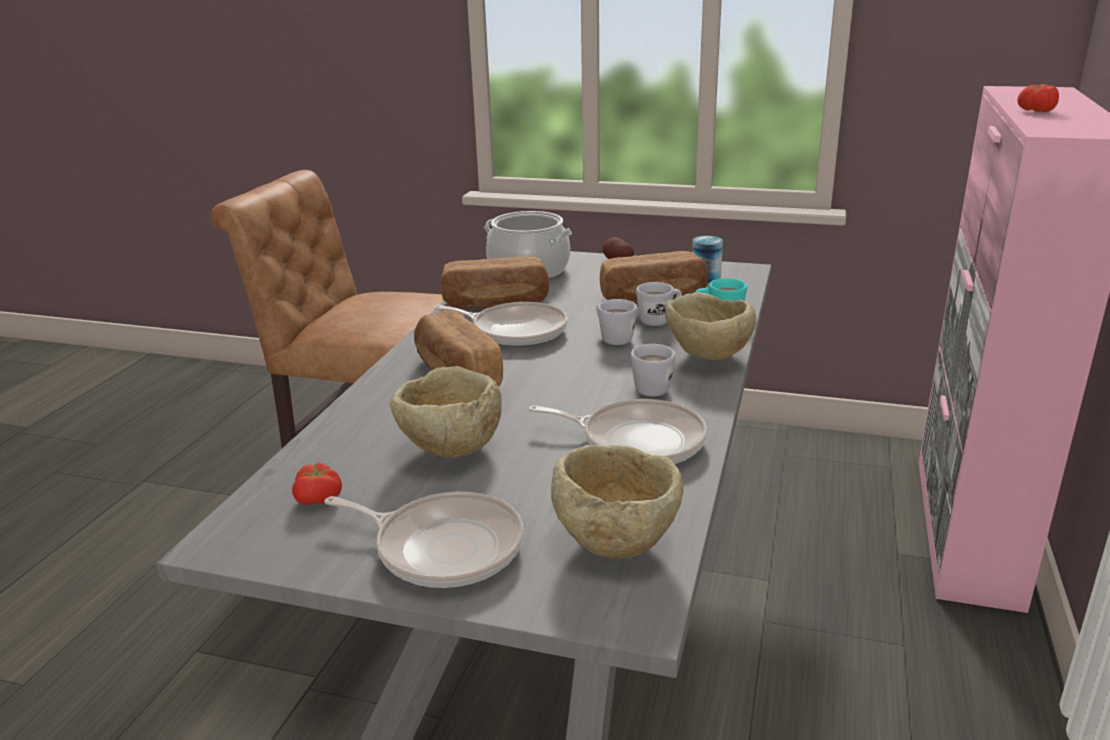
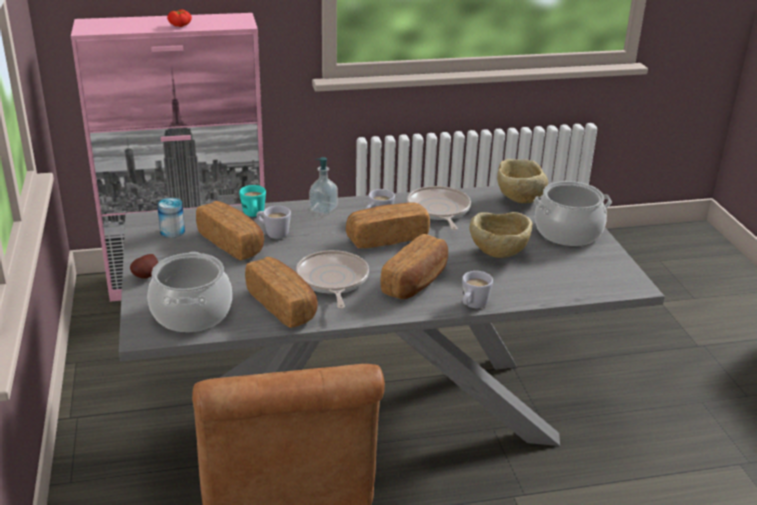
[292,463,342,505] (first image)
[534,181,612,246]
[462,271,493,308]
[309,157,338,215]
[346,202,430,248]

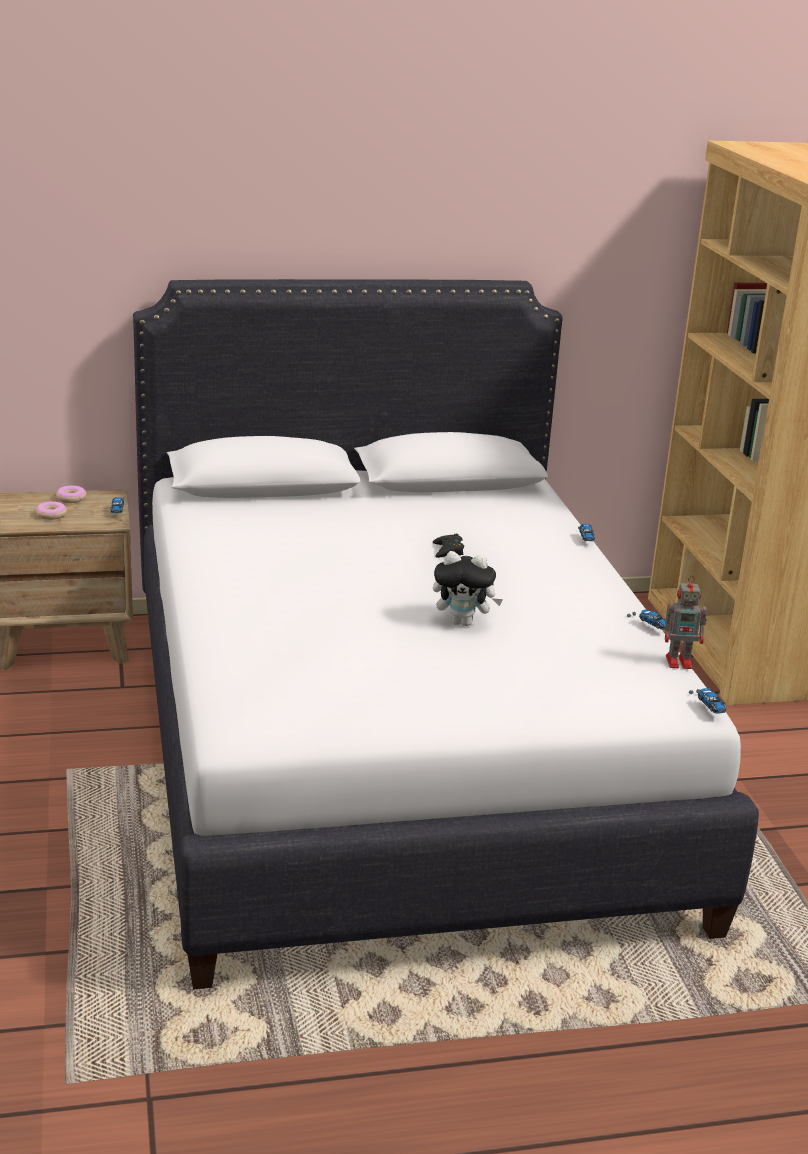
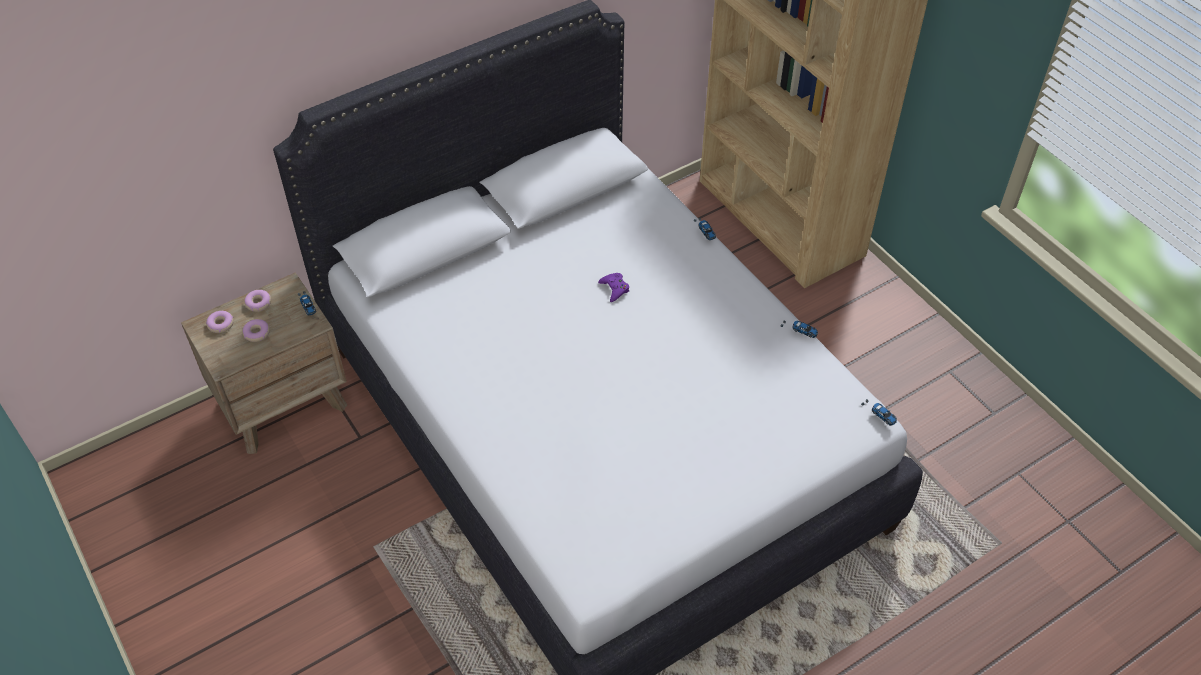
[598,273,629,302]
[433,551,503,626] (first image)
[665,576,707,669] (first image)
[206,311,234,333]

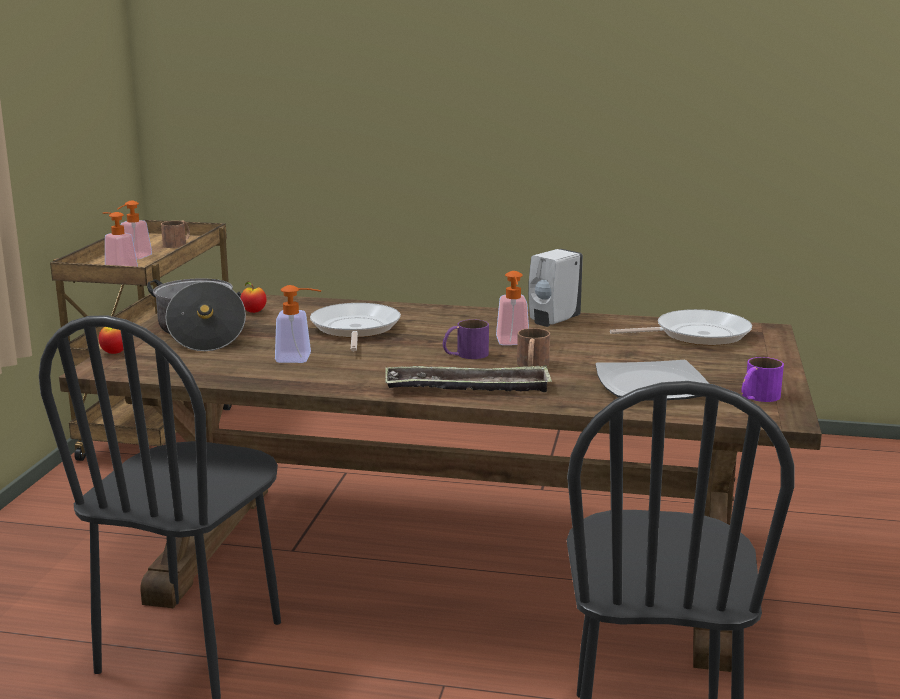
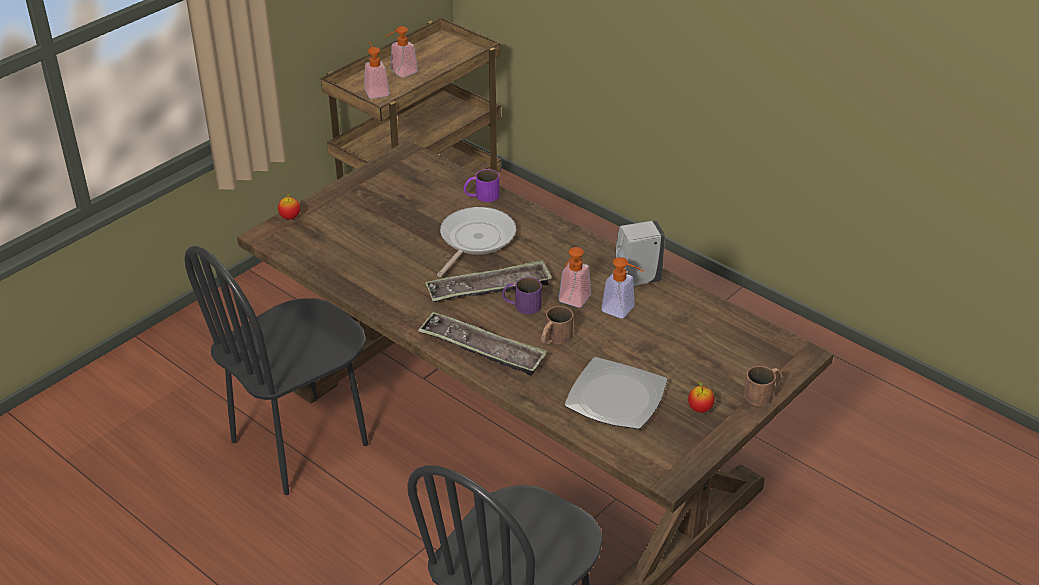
[147,278,246,351] (first image)
[744,366,783,406]
[688,382,715,413]
[601,257,644,319]
[610,309,752,345] (first image)
[464,169,500,202]
[425,260,552,302]

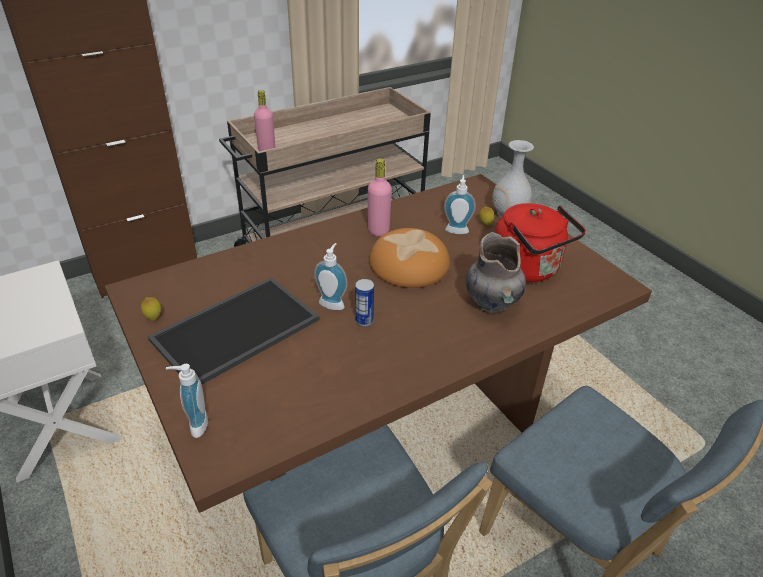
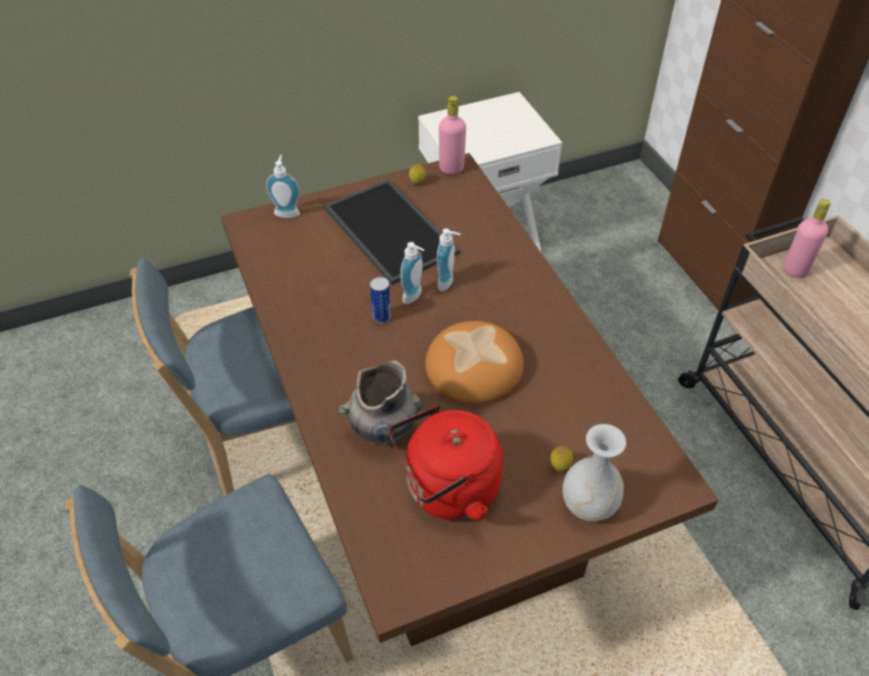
[439,96,466,175]
[437,229,461,291]

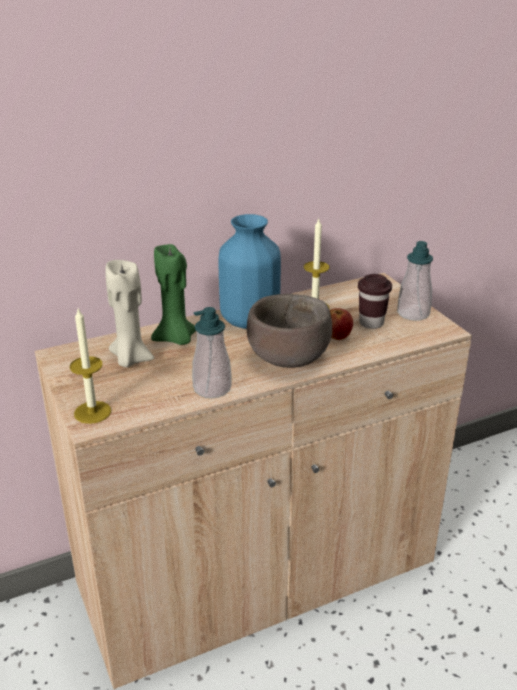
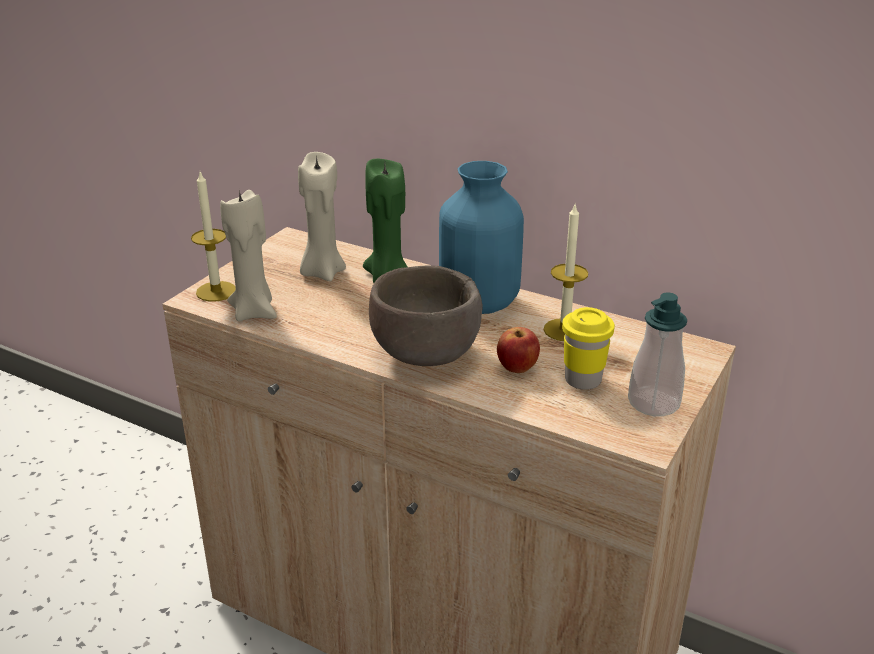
[192,307,232,398] (first image)
[562,307,615,390]
[220,190,277,321]

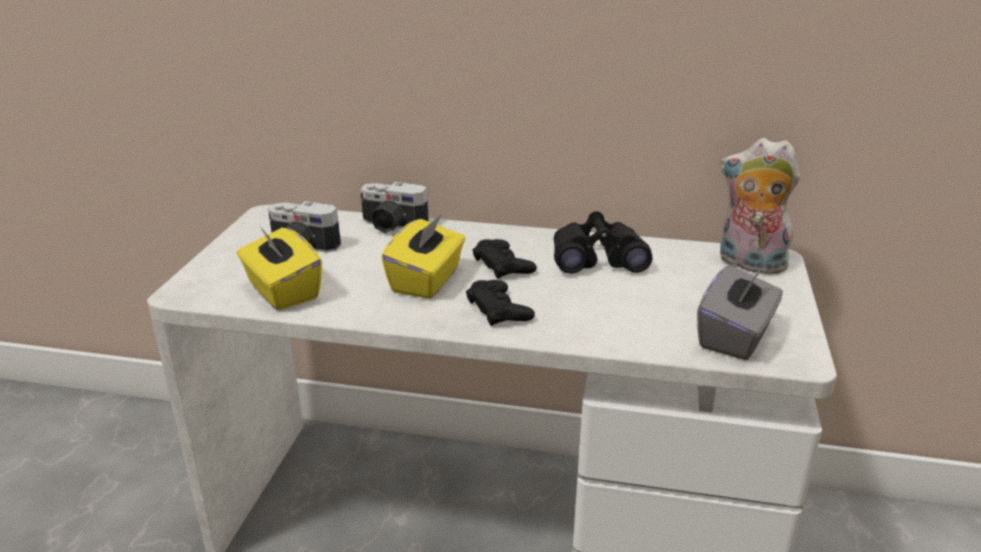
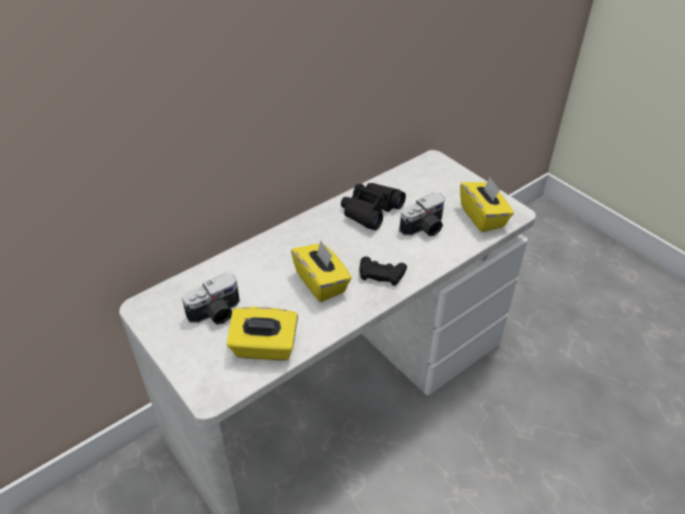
[399,193,445,236]
[472,239,537,279] (first image)
[460,177,514,232]
[720,138,800,274] (first image)

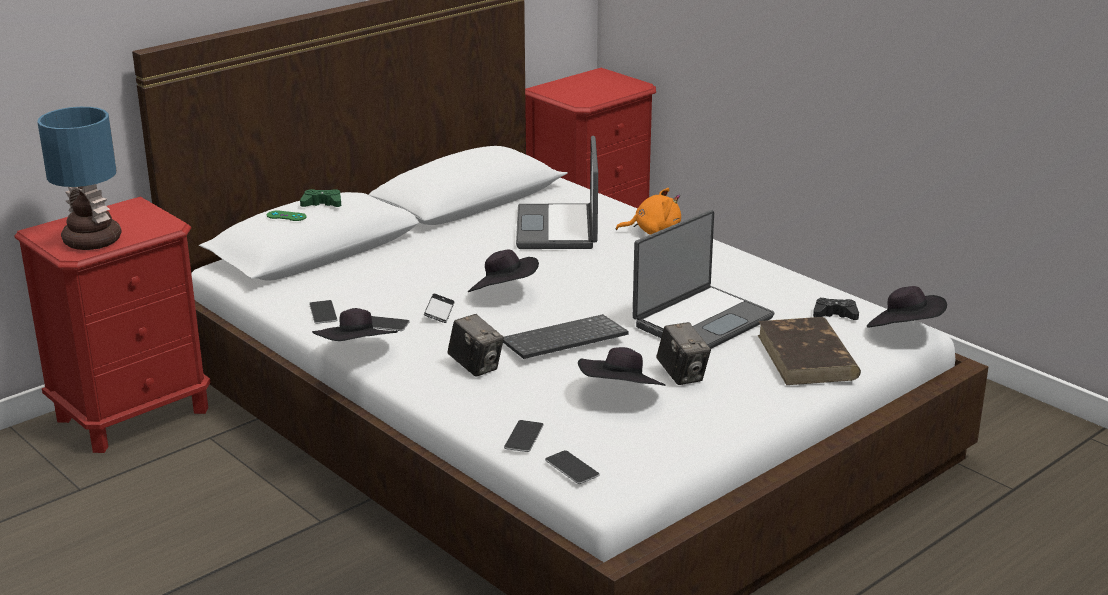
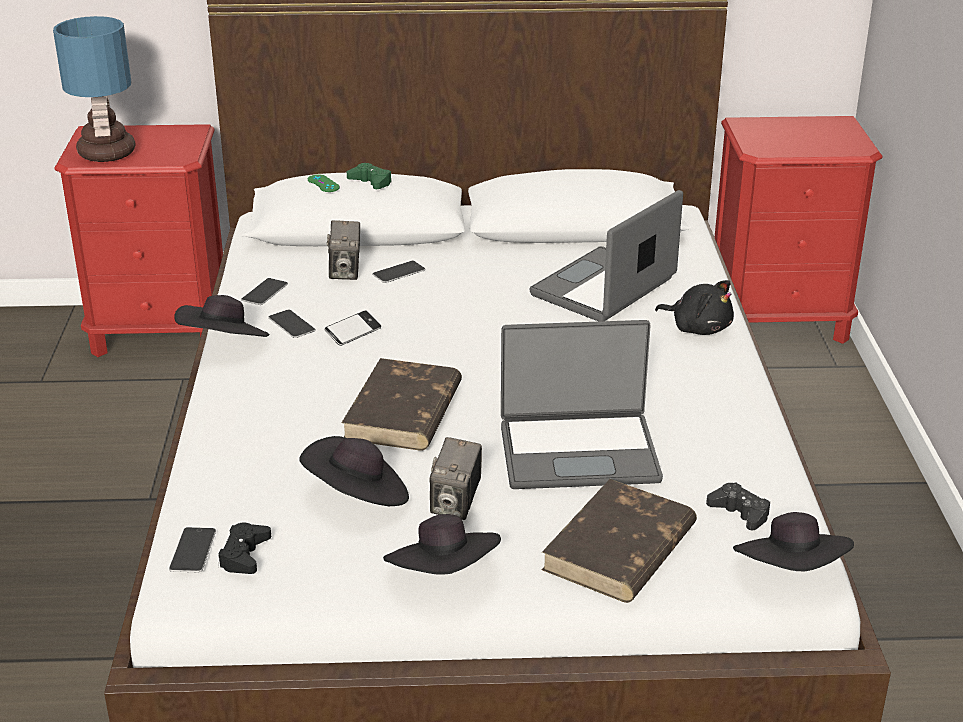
[327,220,360,280]
[383,514,501,575]
[342,358,462,451]
[372,261,426,283]
[655,280,734,335]
[218,523,271,574]

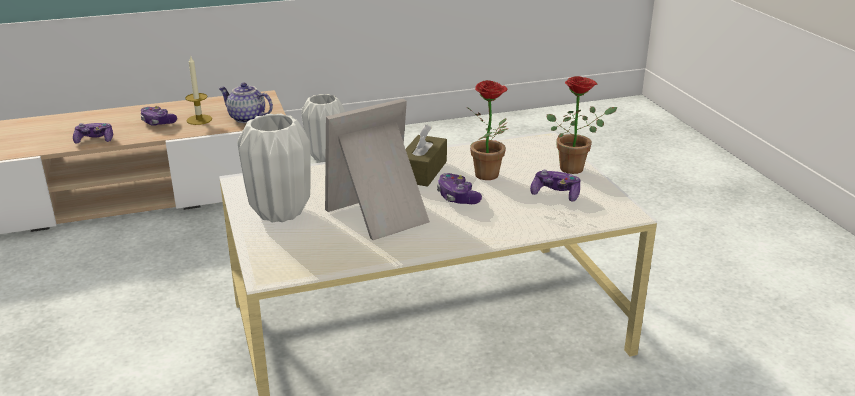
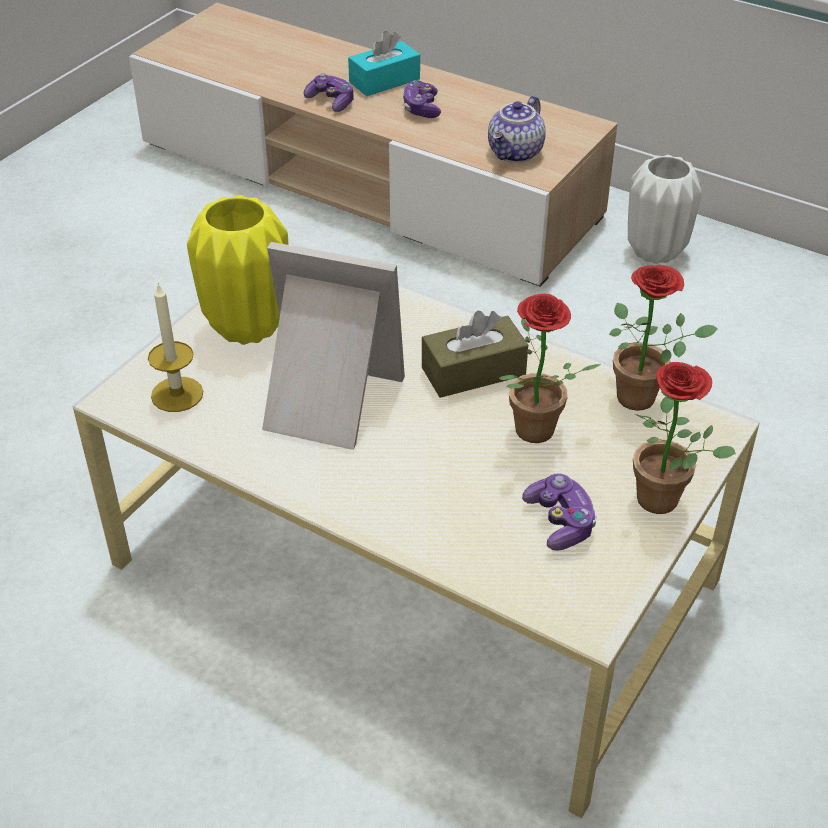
[148,283,203,412]
[488,95,546,163]
[187,195,289,345]
[437,173,482,204] (first image)
[348,31,420,96]
[609,264,718,411]

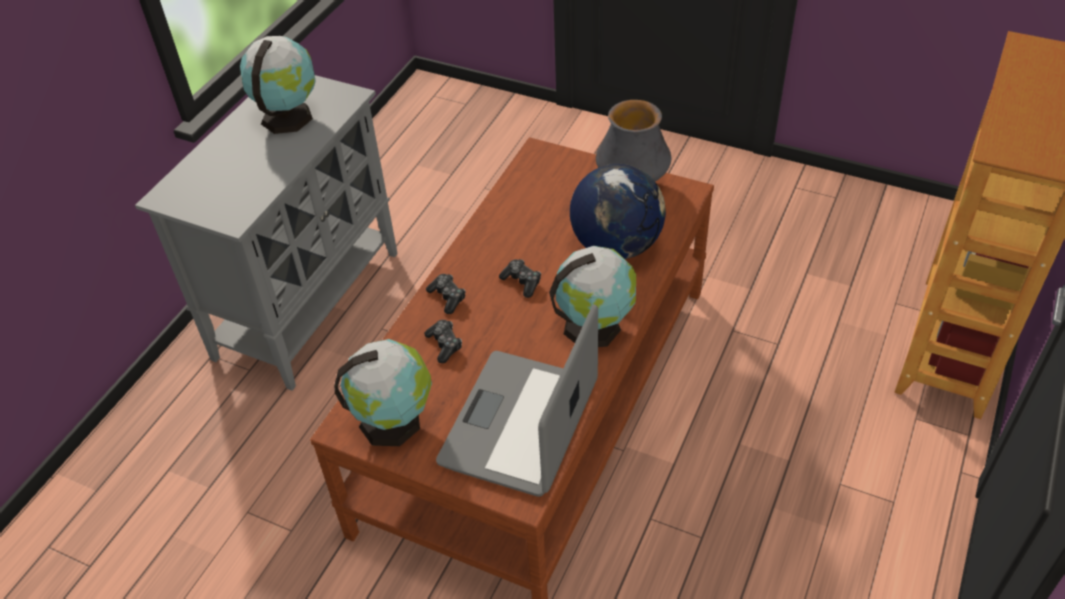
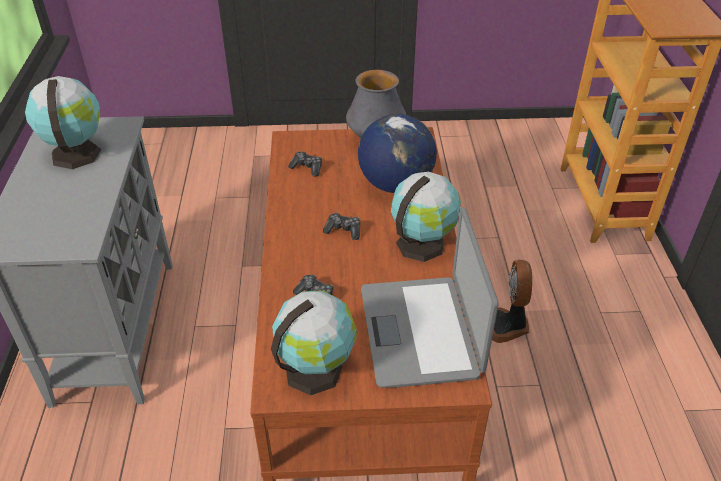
[288,152,322,177]
[492,260,532,343]

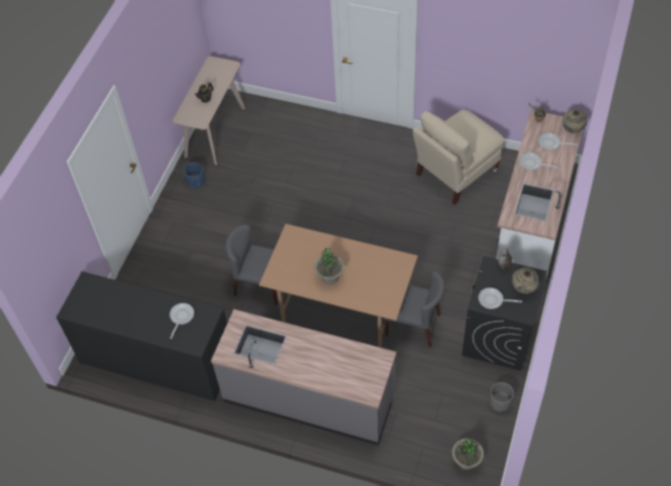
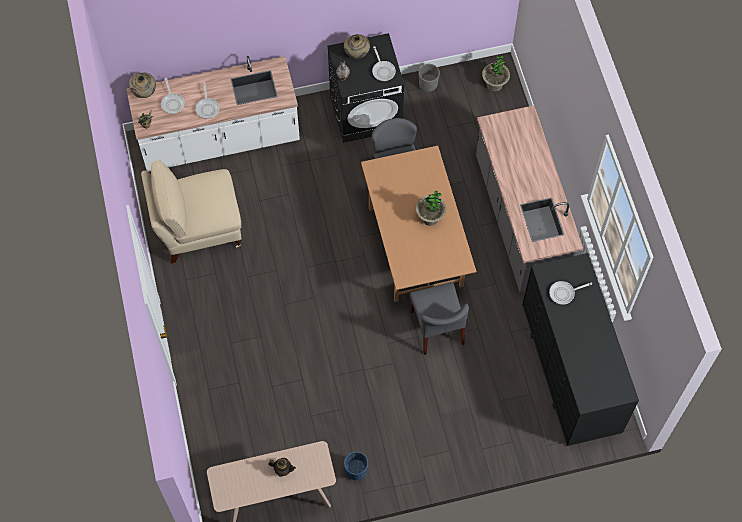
[141,160,241,263]

